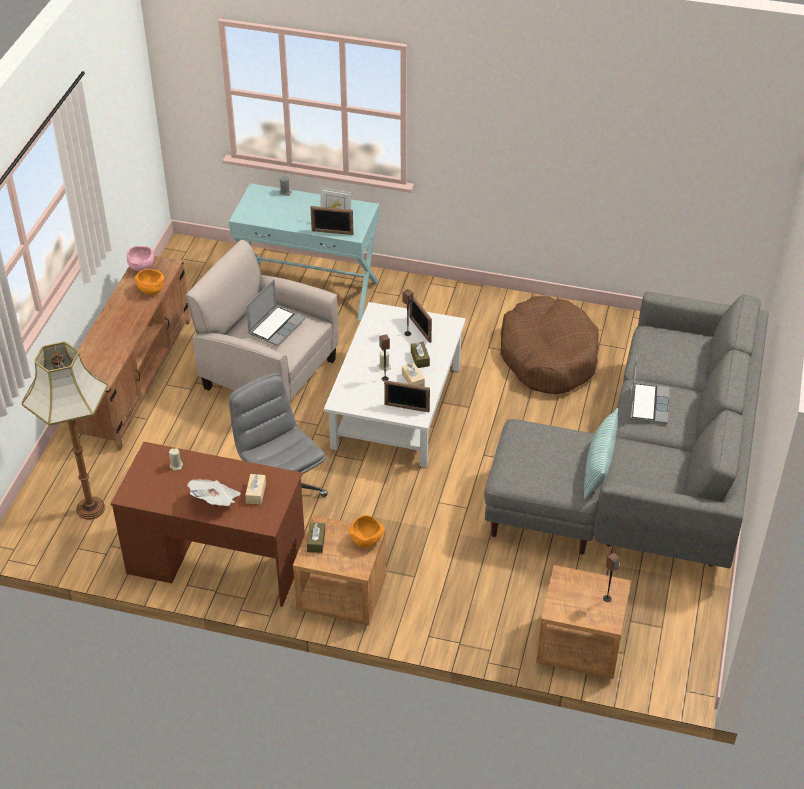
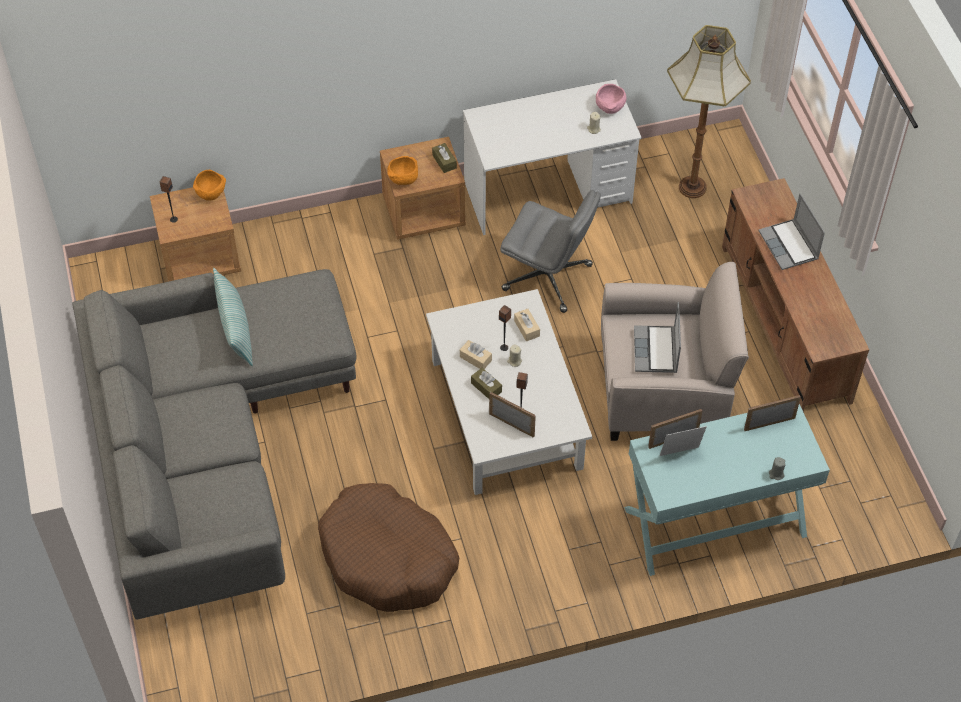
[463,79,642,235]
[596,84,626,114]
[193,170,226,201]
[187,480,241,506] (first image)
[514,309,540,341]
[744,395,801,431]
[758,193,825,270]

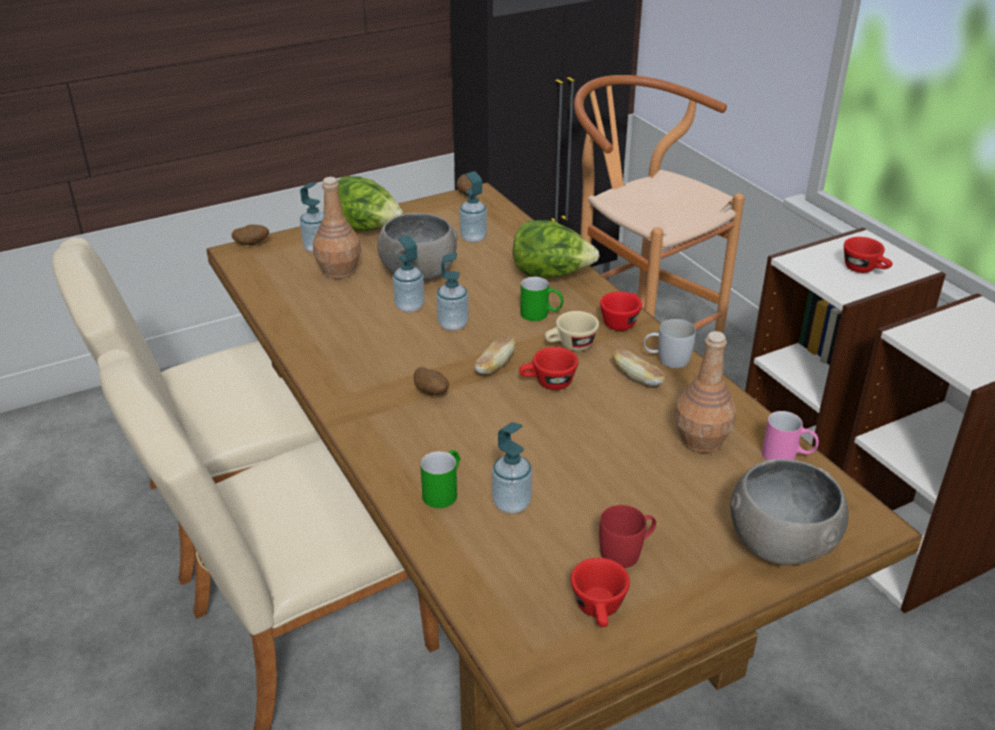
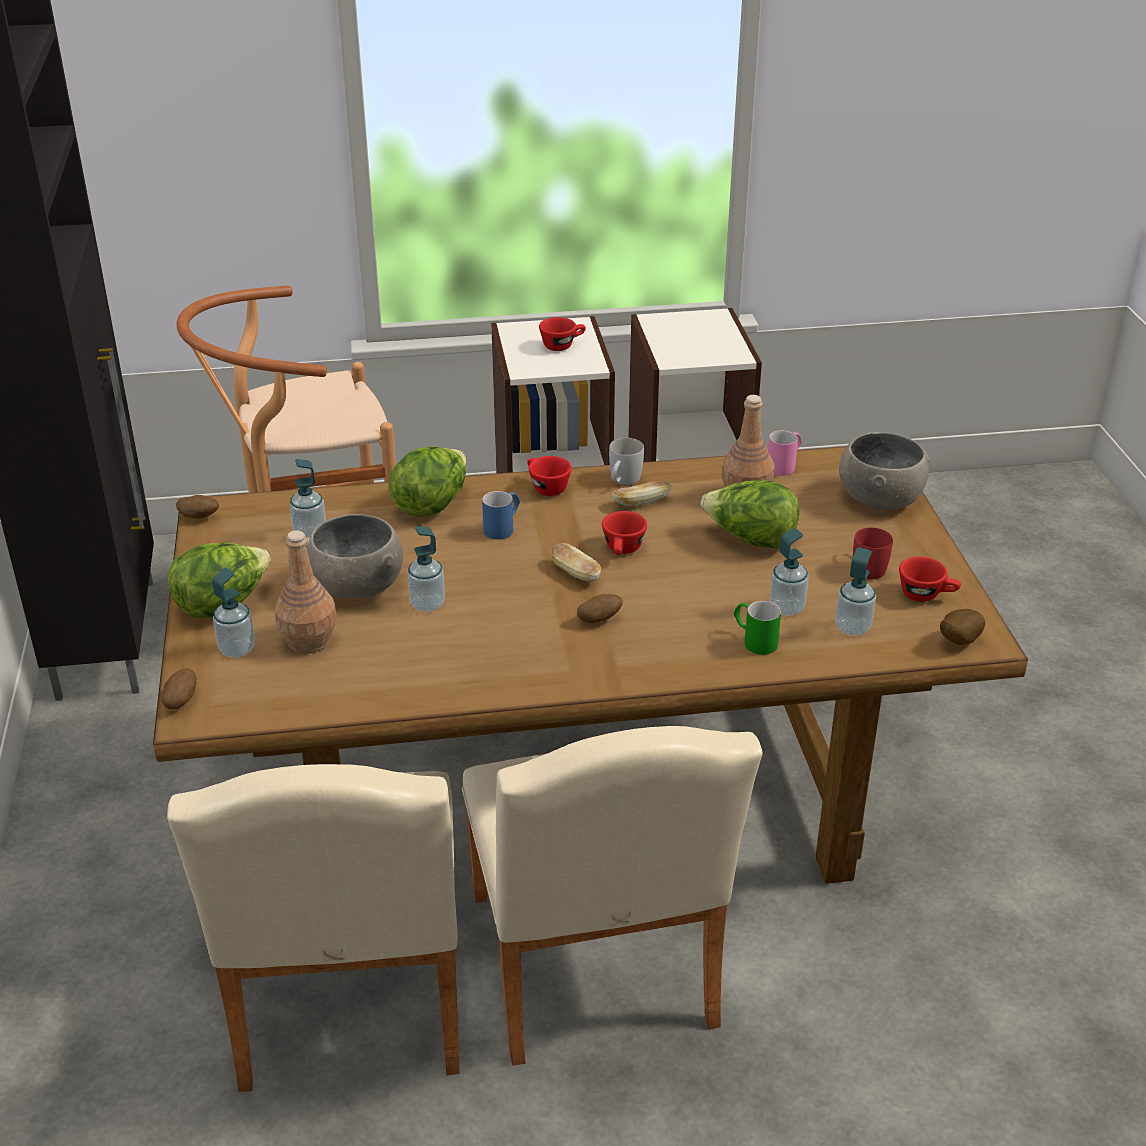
[836,547,876,636]
[482,491,520,539]
[545,311,599,351] (first image)
[701,481,799,548]
[940,609,985,645]

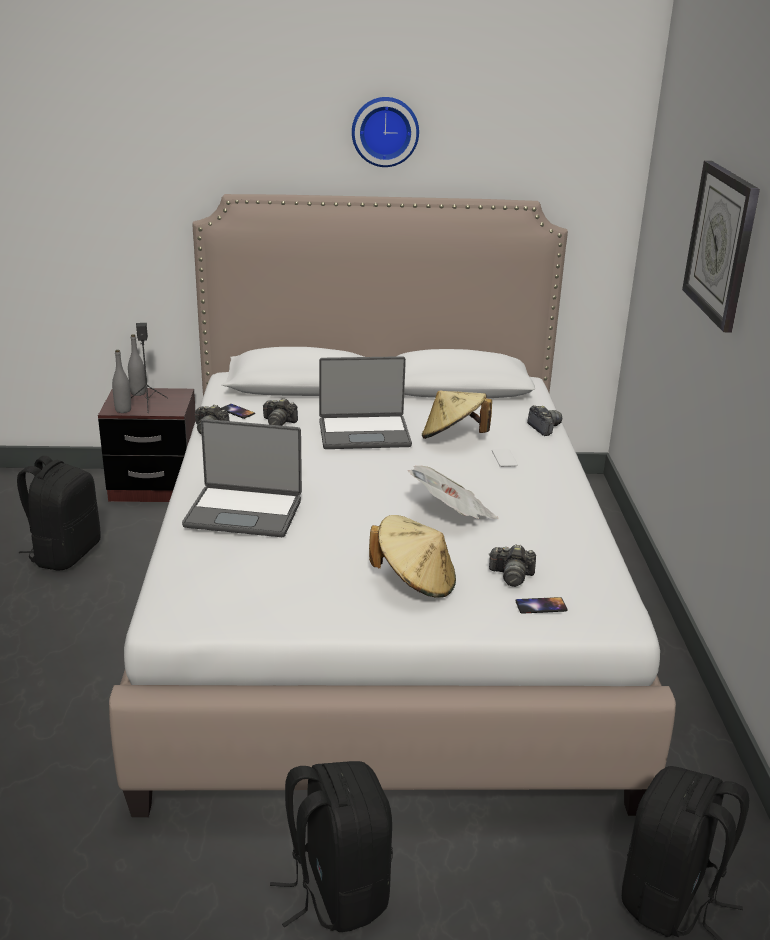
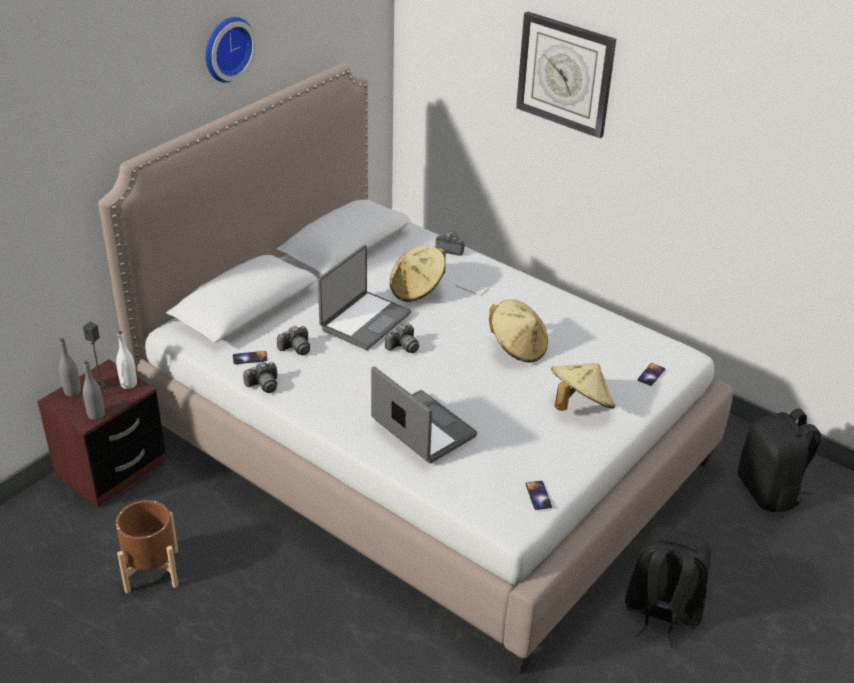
[116,500,178,593]
[371,366,477,463]
[489,299,548,363]
[385,324,419,353]
[116,331,137,389]
[525,481,552,510]

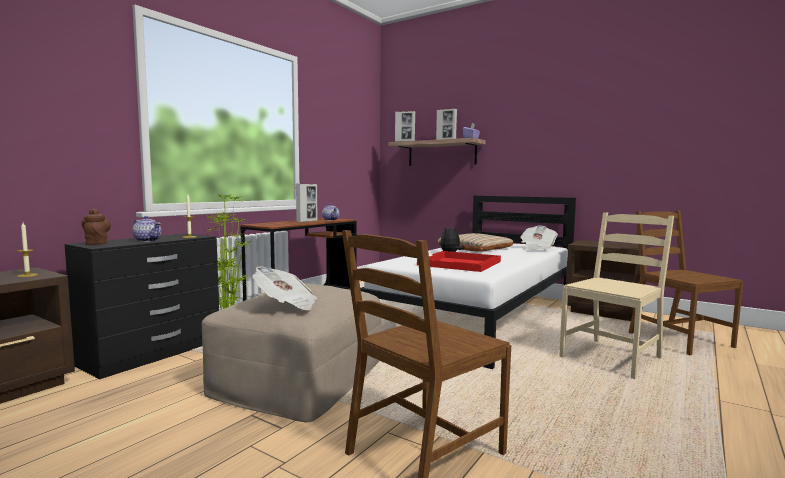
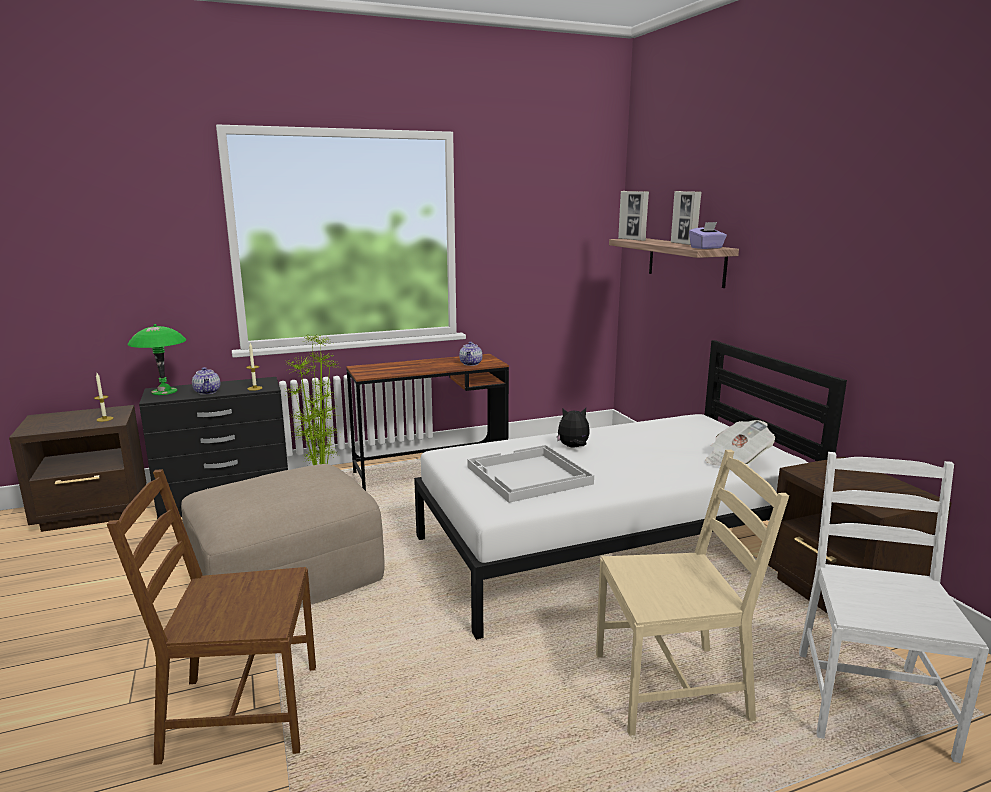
[127,324,186,395]
[253,266,318,311] (first image)
[296,184,317,222] (first image)
[467,445,594,503]
[438,233,514,252] (first image)
[799,452,989,763]

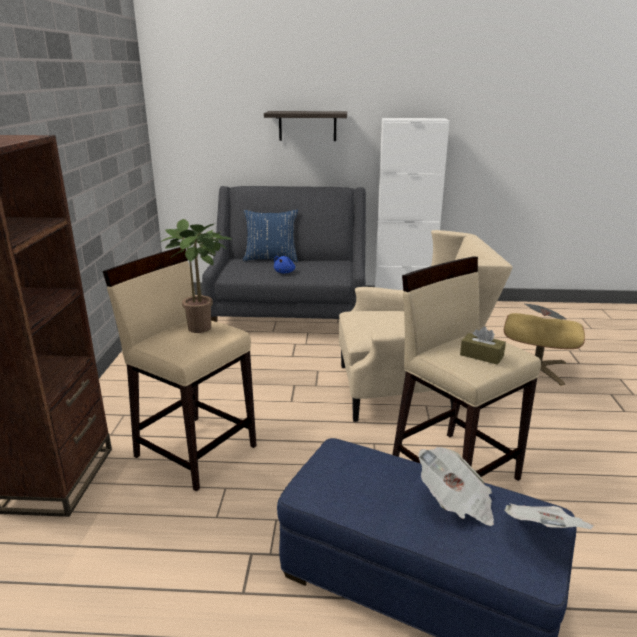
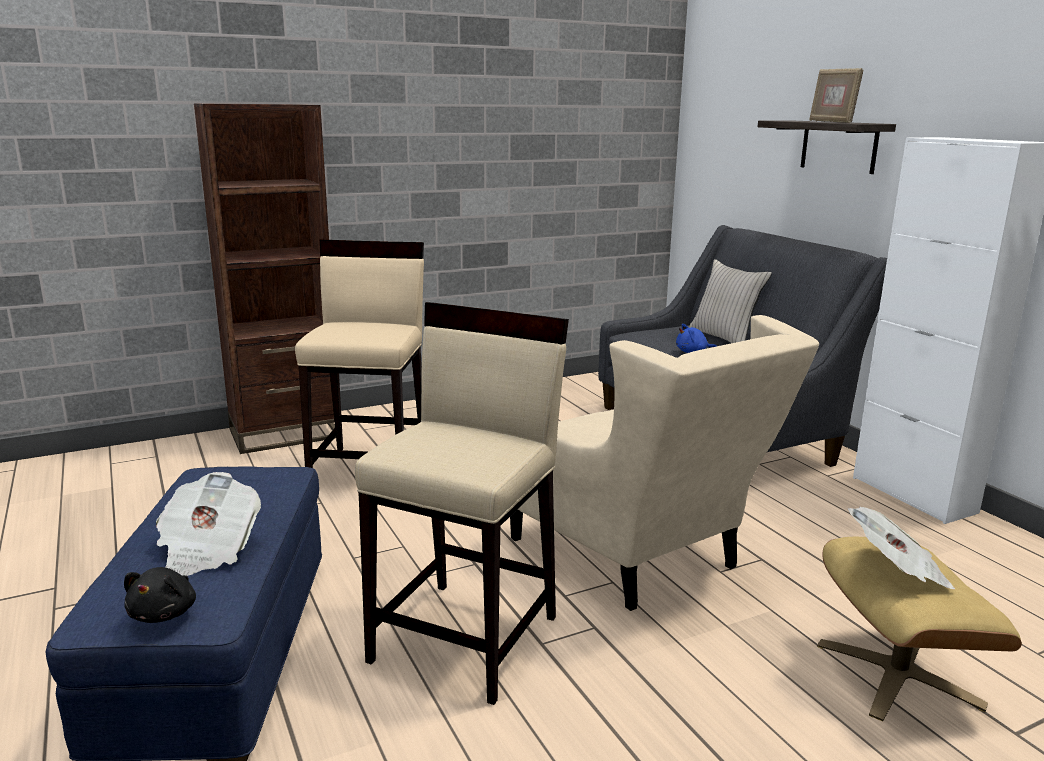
[161,219,231,333] (first image)
[689,259,772,343]
[460,326,506,365] (first image)
[124,567,196,623]
[809,68,863,123]

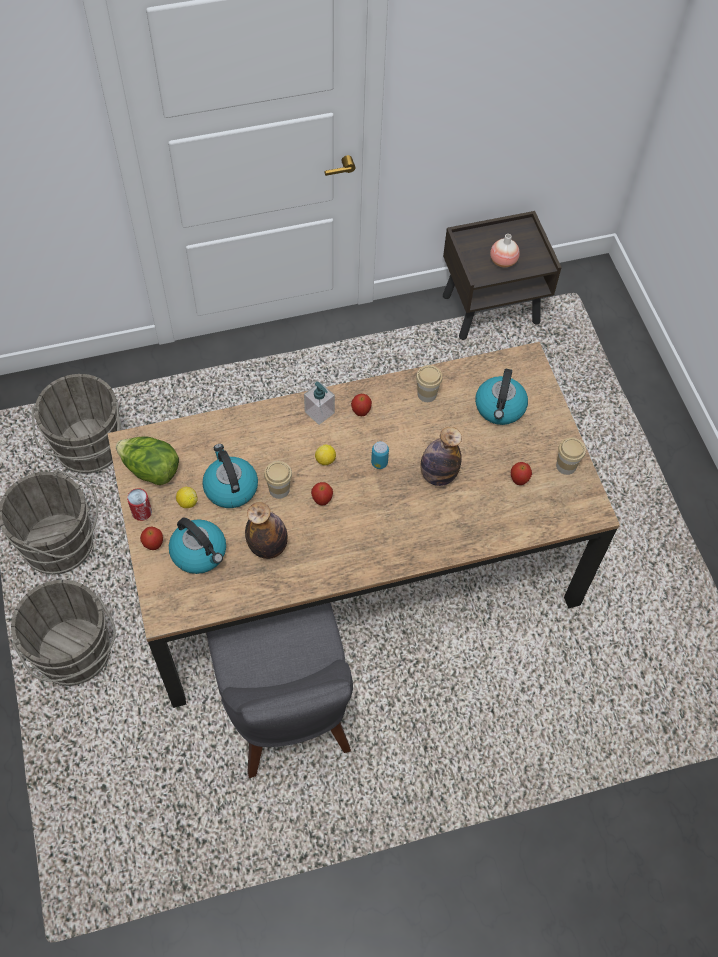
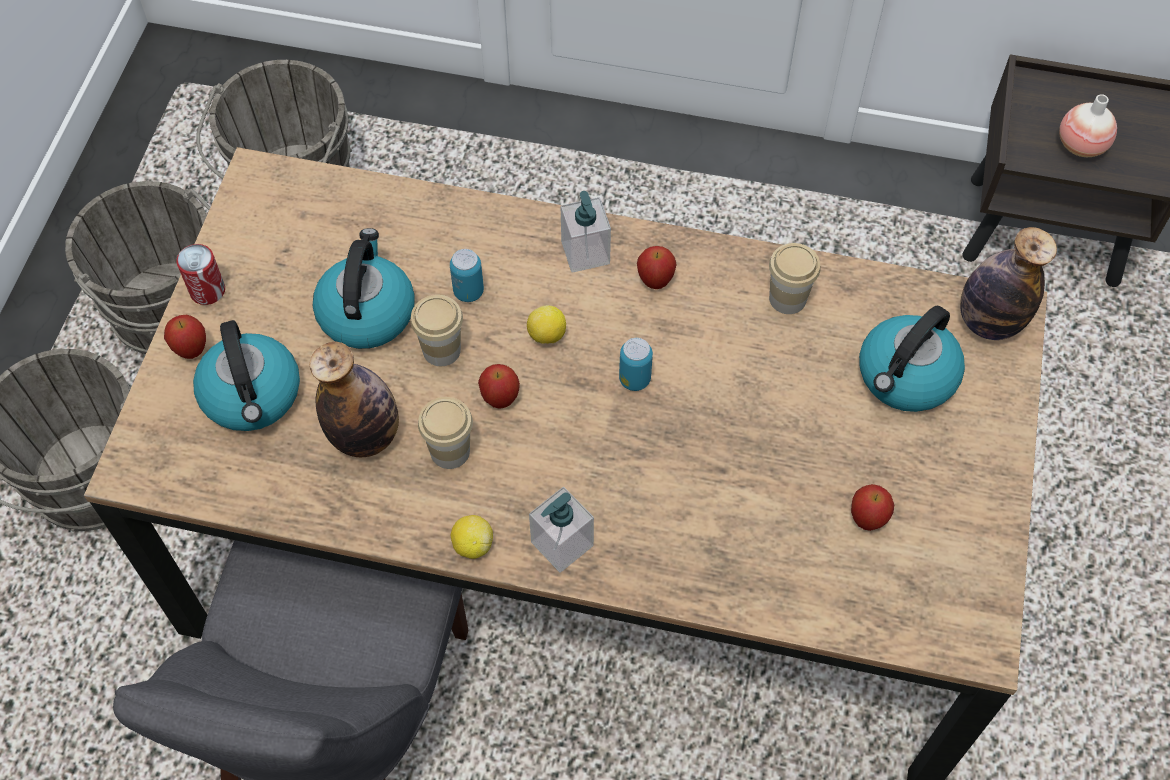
[116,437,179,485] (first image)
[451,515,493,559]
[960,227,1057,340]
[418,397,473,469]
[450,249,484,302]
[529,487,594,573]

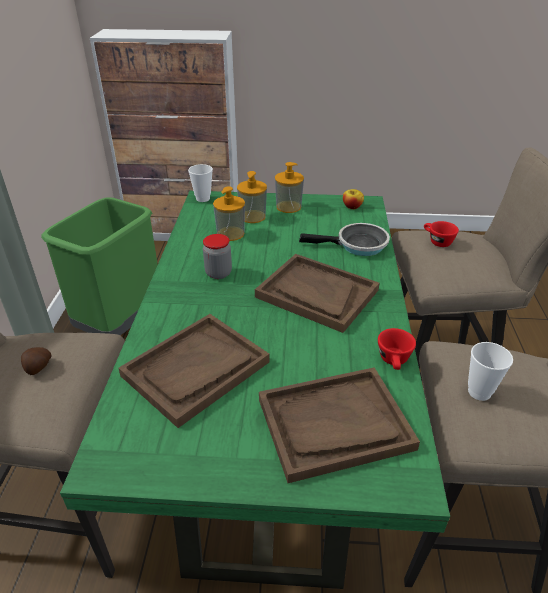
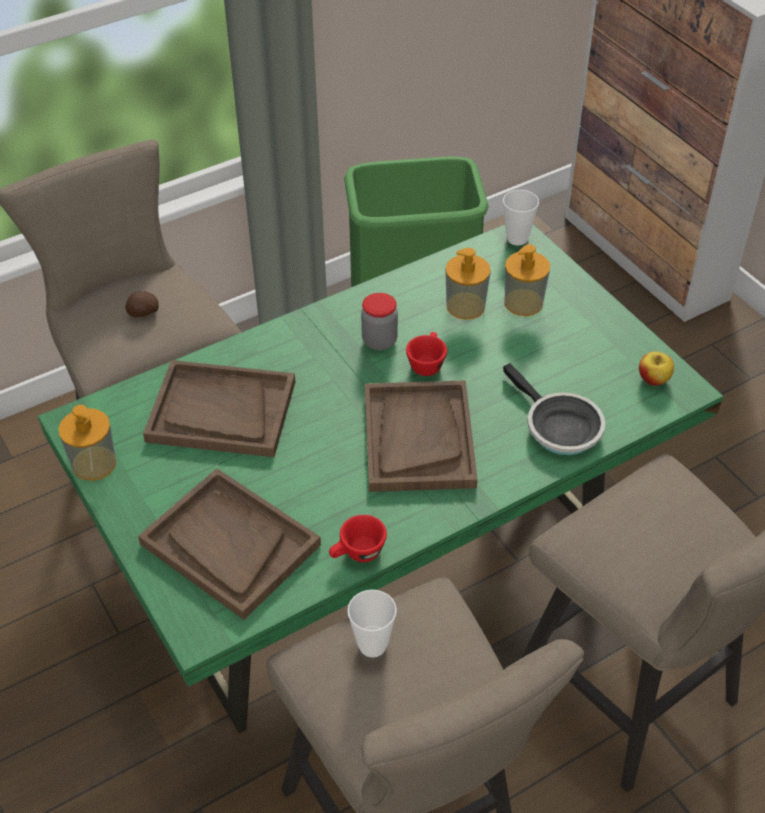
[58,405,116,481]
[406,332,447,376]

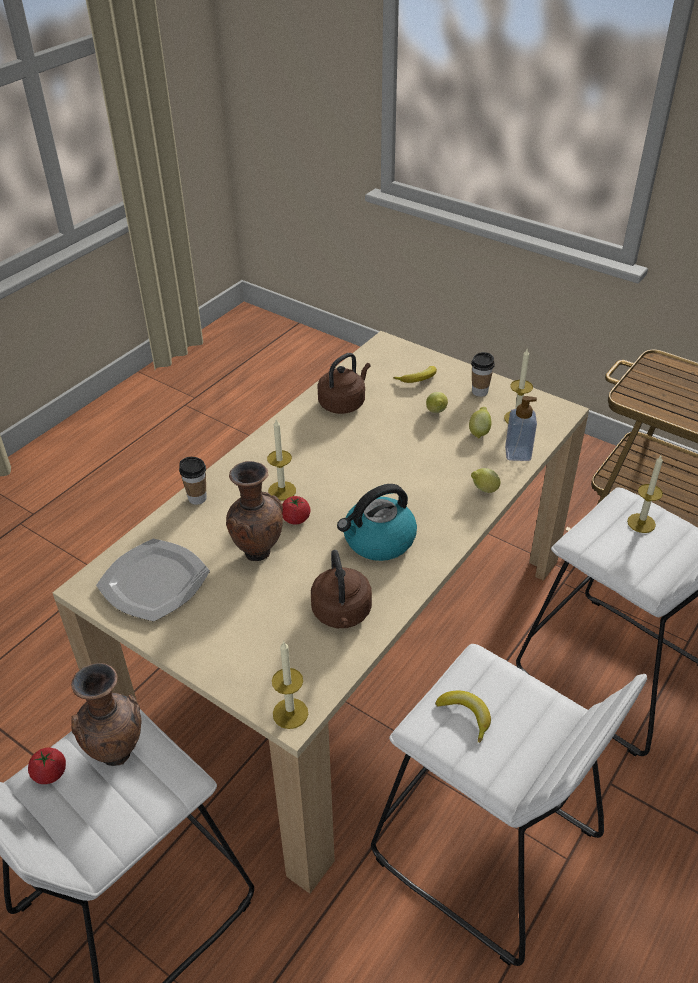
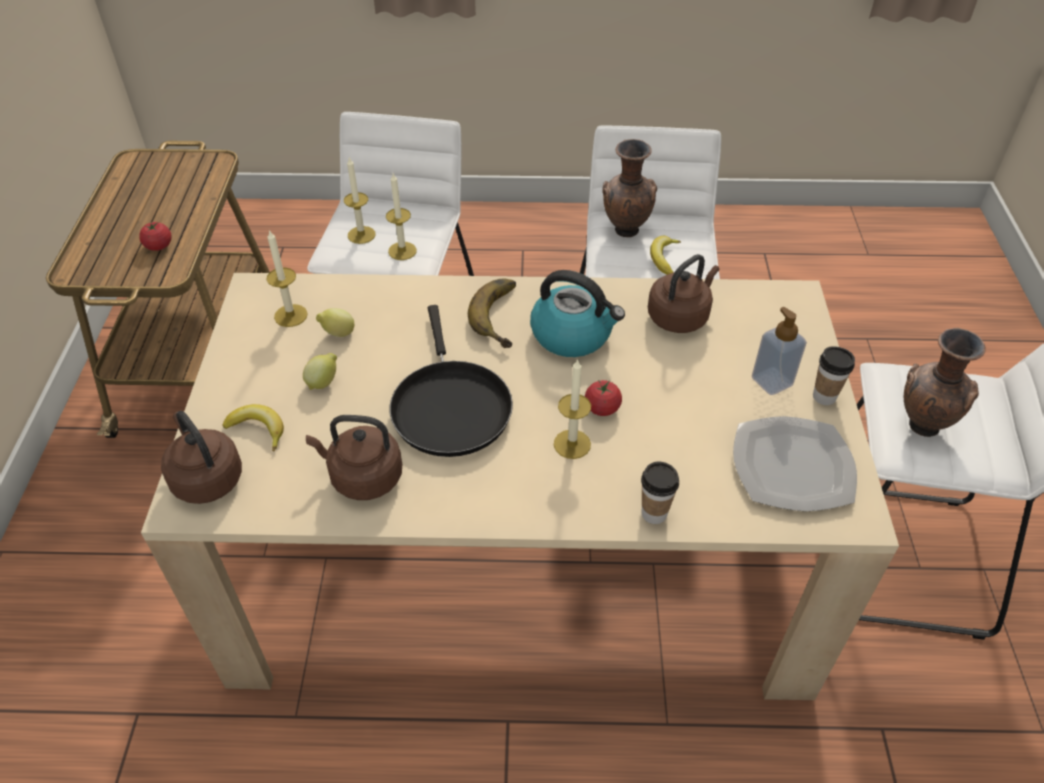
[139,222,171,251]
[602,139,657,237]
[386,174,417,260]
[813,346,855,405]
[471,468,500,493] (first image)
[752,307,807,395]
[161,411,242,504]
[390,305,513,457]
[468,278,516,348]

